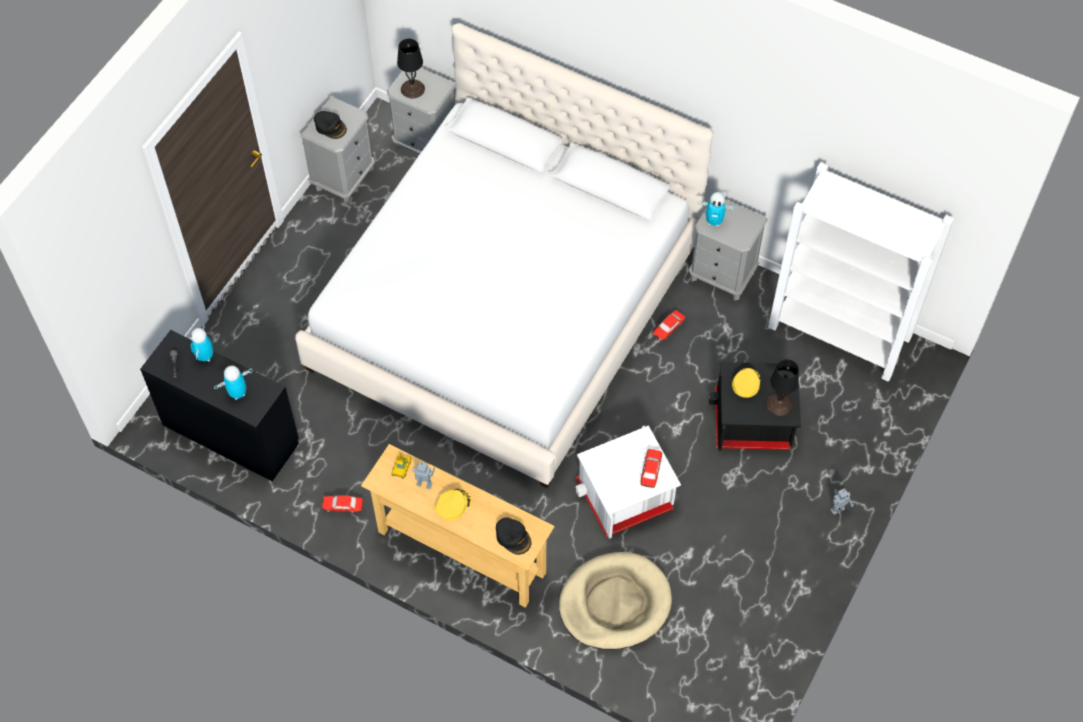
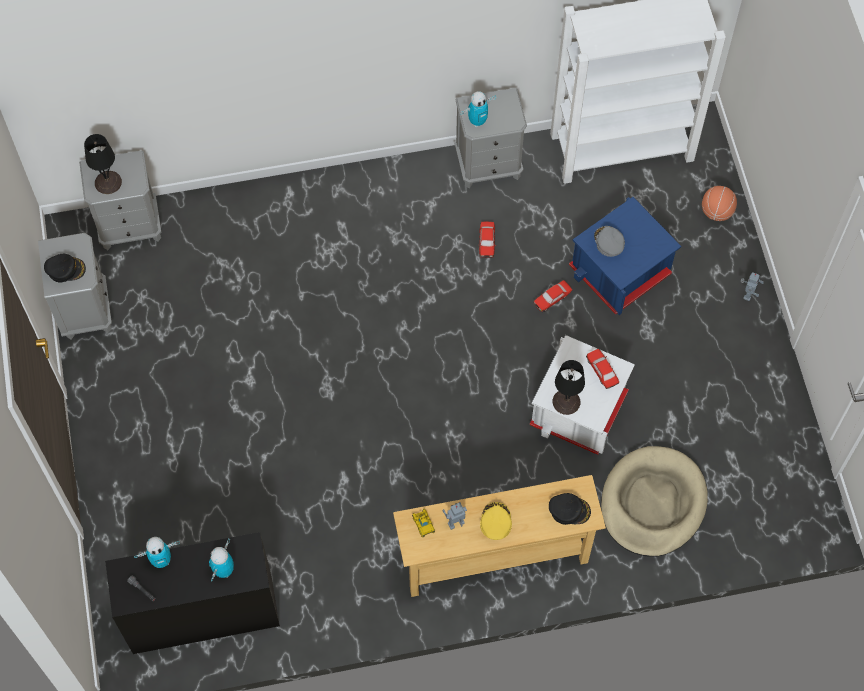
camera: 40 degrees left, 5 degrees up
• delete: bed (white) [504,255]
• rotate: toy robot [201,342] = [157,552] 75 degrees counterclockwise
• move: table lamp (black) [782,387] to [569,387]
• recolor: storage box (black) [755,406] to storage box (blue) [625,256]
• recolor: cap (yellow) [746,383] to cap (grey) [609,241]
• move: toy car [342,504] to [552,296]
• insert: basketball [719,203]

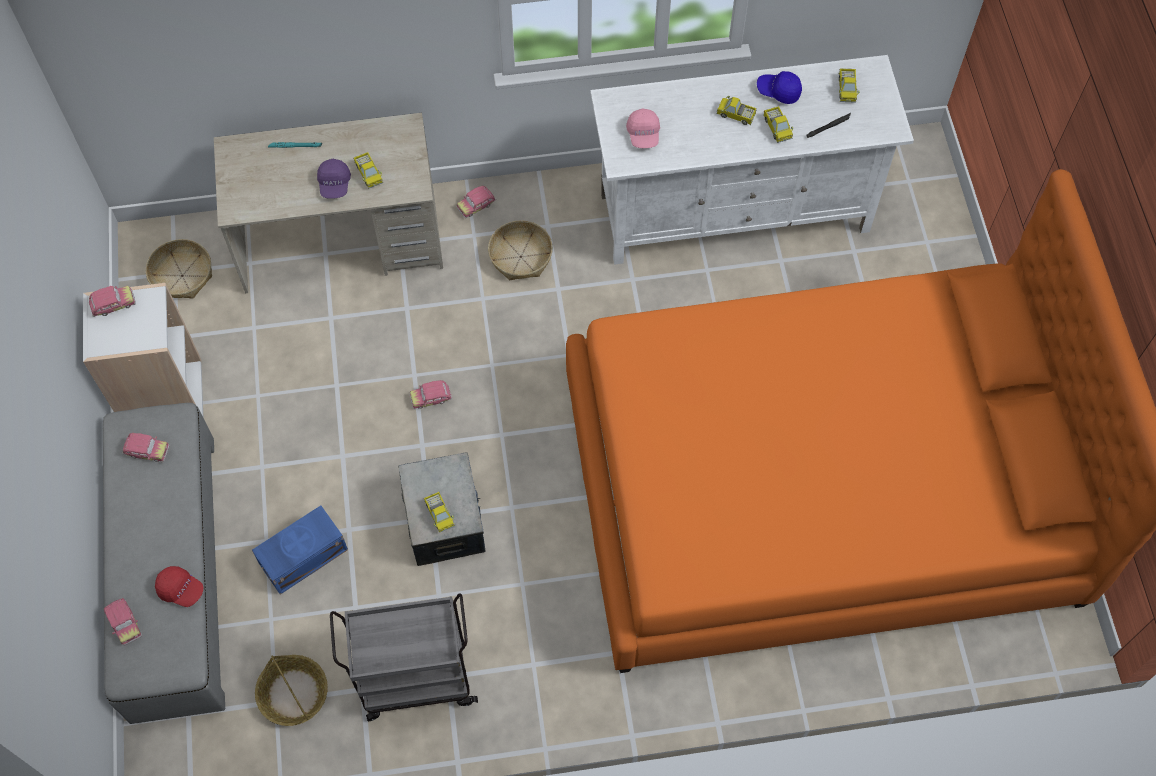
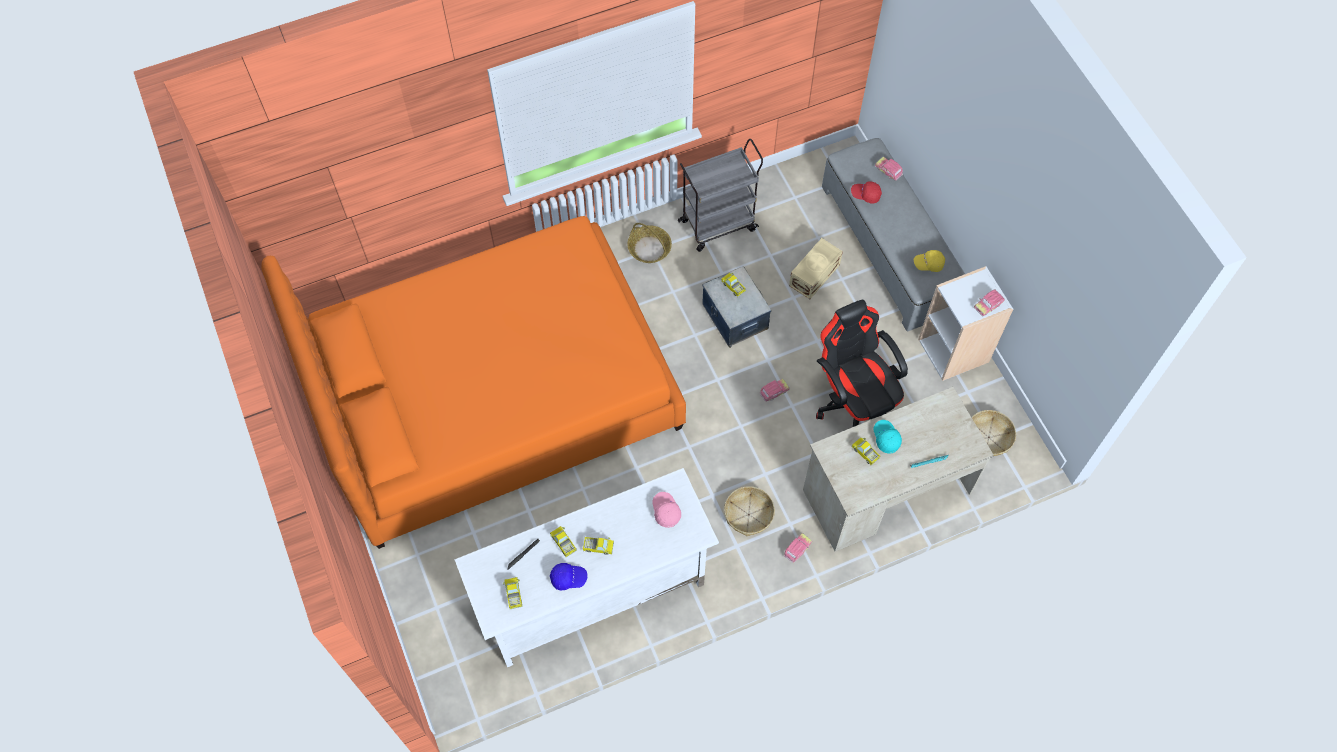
camera: 165 degrees right, 0 degrees up
• recolor: cap (purple) [334,179] to cap (turquoise) [887,437]
• replace: toy car [145,447] to cap (yellow) [929,261]
• recolor: storage box (blue) [300,550] to storage box (beige) [816,268]
• move: basket [291,690] to [649,243]
• insert: office chair (black) [862,363]

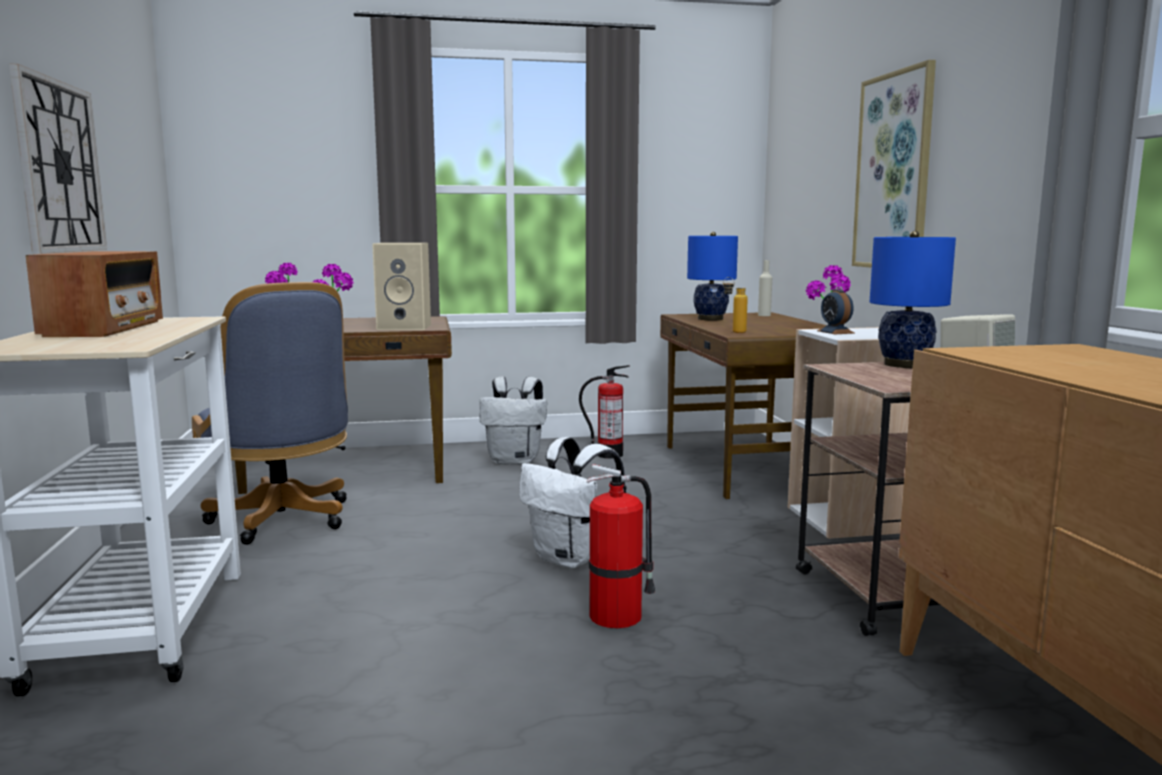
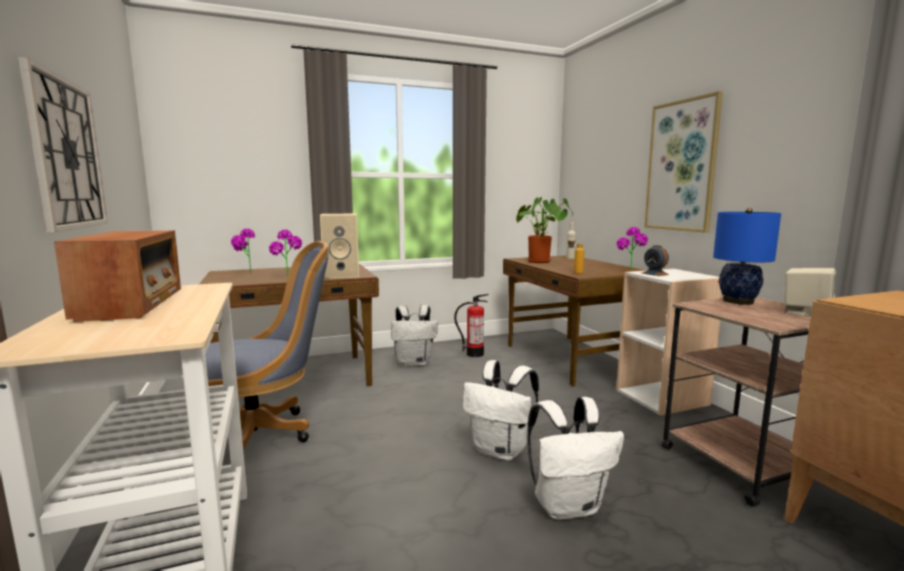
camera: 10 degrees left, 0 degrees up
• replace: table lamp (blue) [712,276] to potted plant [544,230]
• rotate: office chair (blue) [270,413] = [258,347] 75 degrees counterclockwise
• replace: fire extinguisher [620,546] to backpack (white) [576,458]

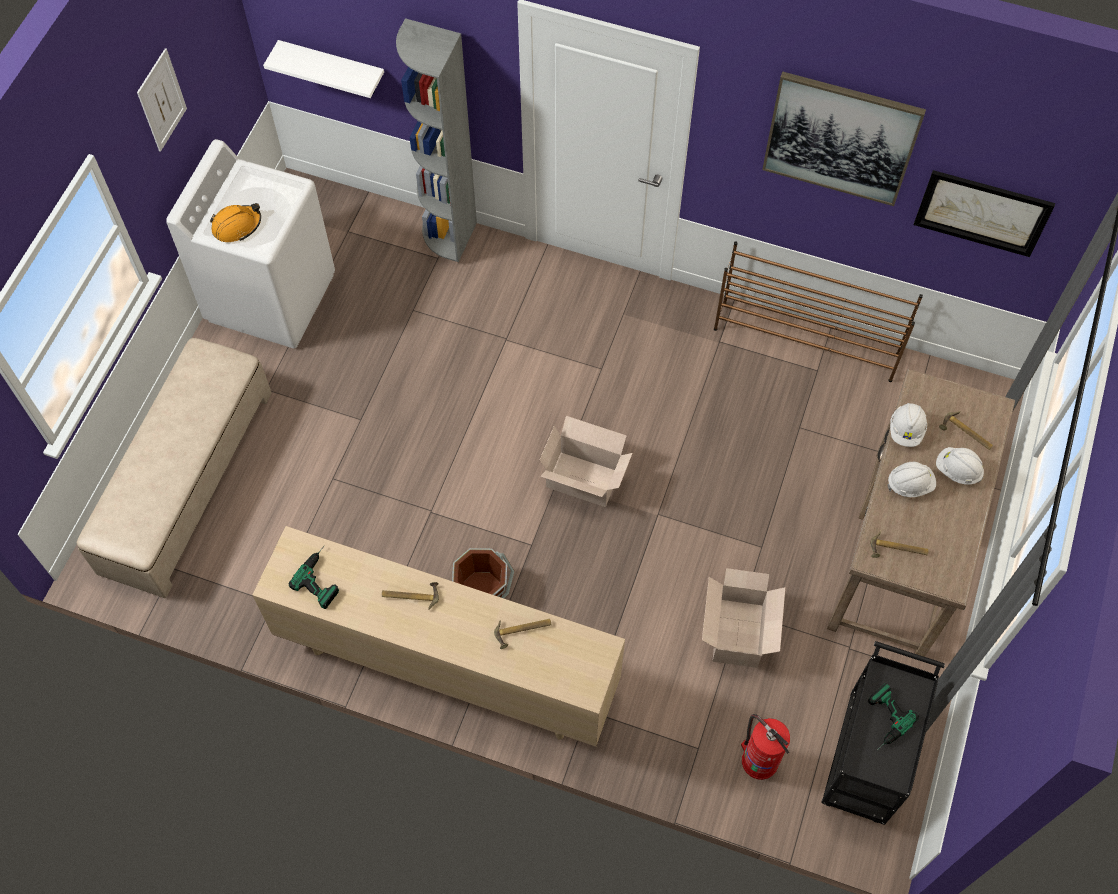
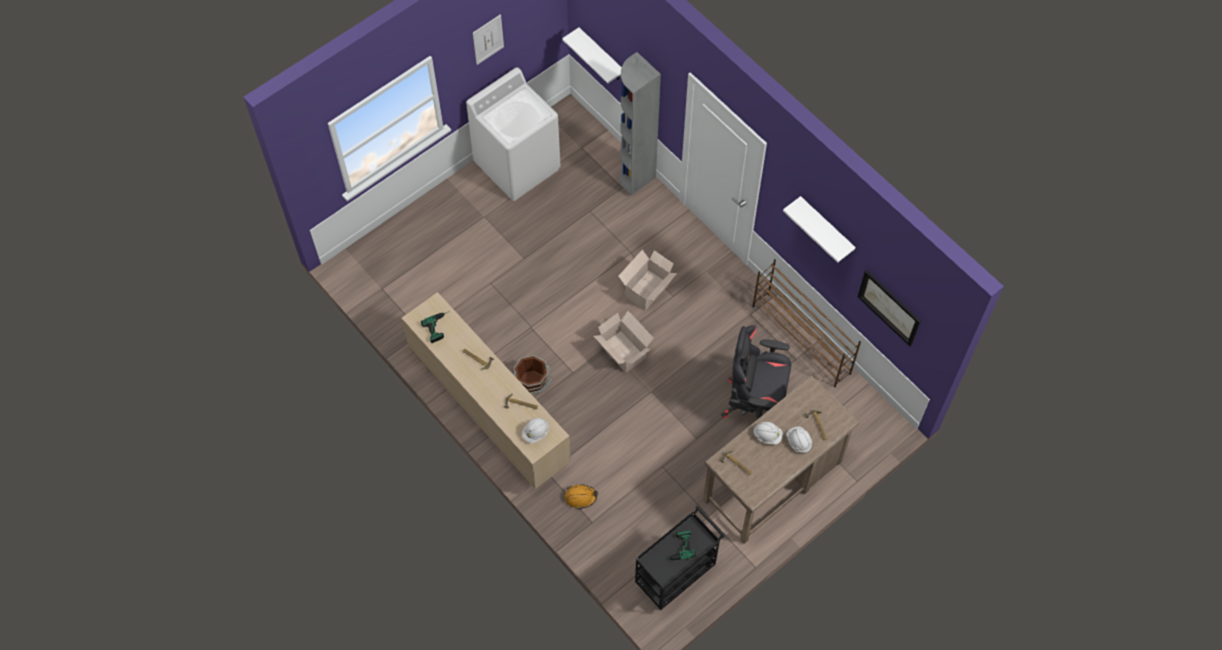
camera: 30 degrees right, 0 degrees up
• replace: picture [844,139] to shelf (white) [819,229]
• move: hard hat (orange) [235,222] to [581,496]
• delete: bench (beige) [174,468]
• move: hard hat (white) [908,425] to [535,430]
• move: cardboard box [743,618] to [647,280]
• delete: fire extinguisher [765,747]
• insert: office chair (black) [756,372]

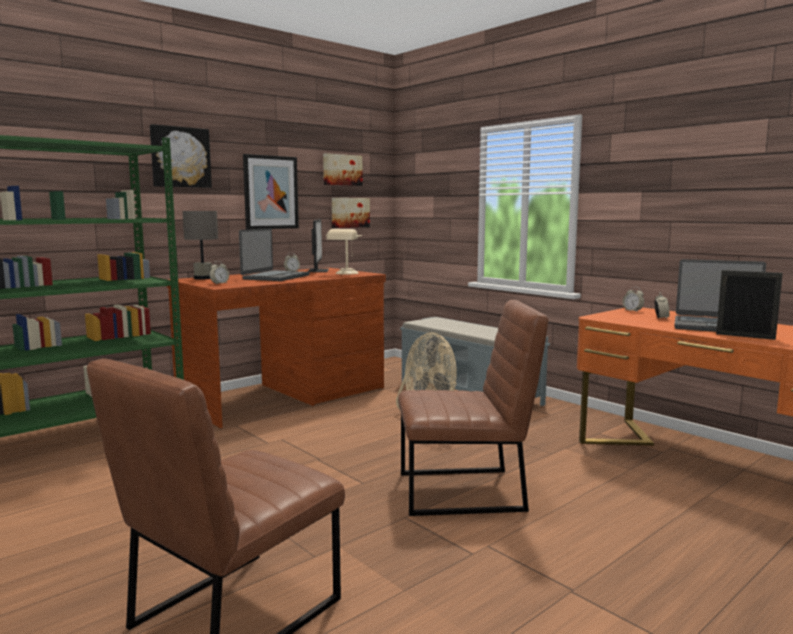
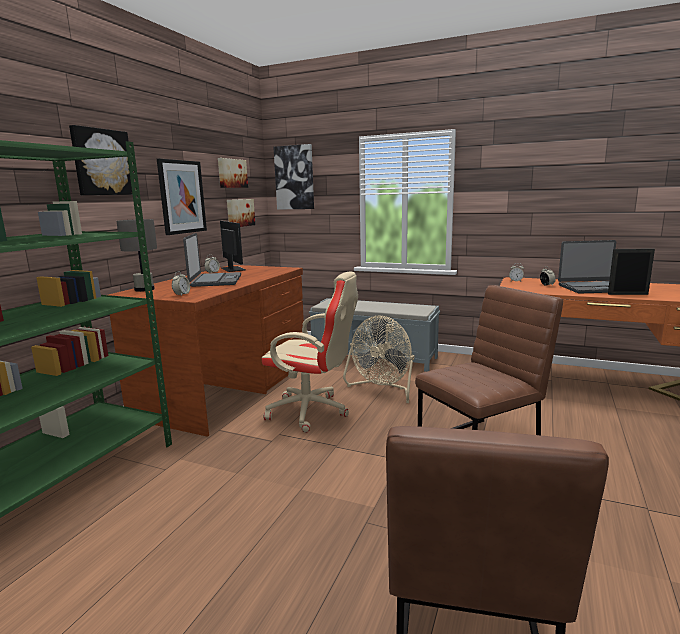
camera: 25 degrees left, 5 degrees up
• delete: table lamp (beige) [344,252]
• insert: picture [293,177]
• insert: office chair (beige) [310,352]

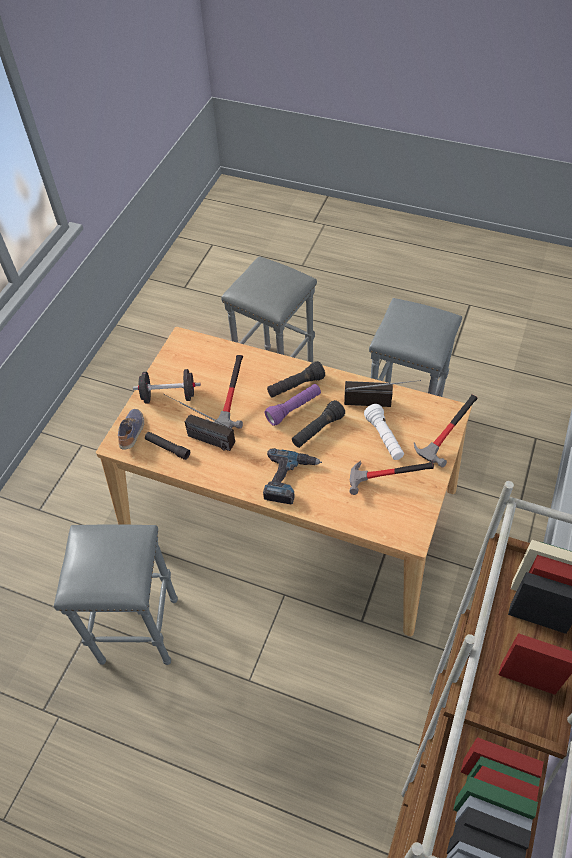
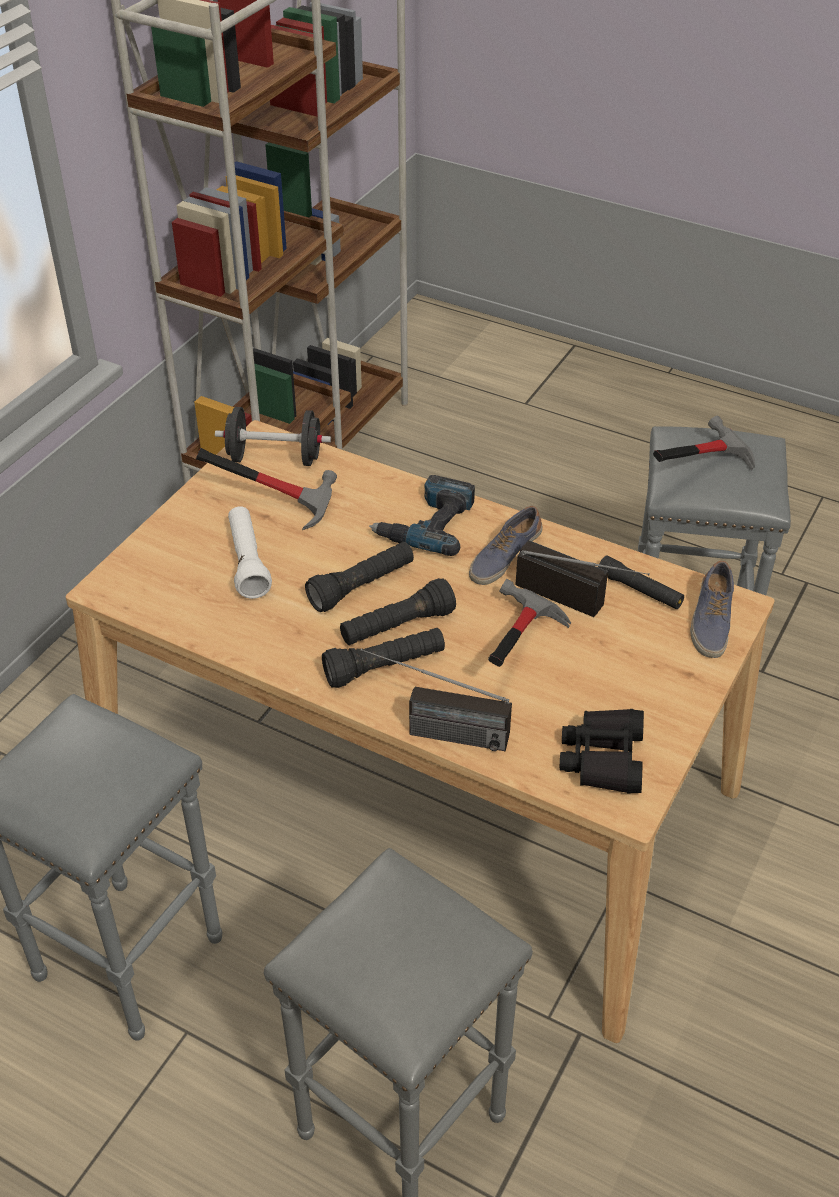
camera: 175 degrees left, 10 degrees down
• move: dumbbell (black) [167,386] to [273,436]
• move: radio [382,393] to [436,700]
• recolor: flashlight (purple) [293,405] to flashlight (black) [398,611]
• move: hammer [446,431] to [704,443]
• insert: shoe [506,545]
• insert: binoculars (black) [602,751]

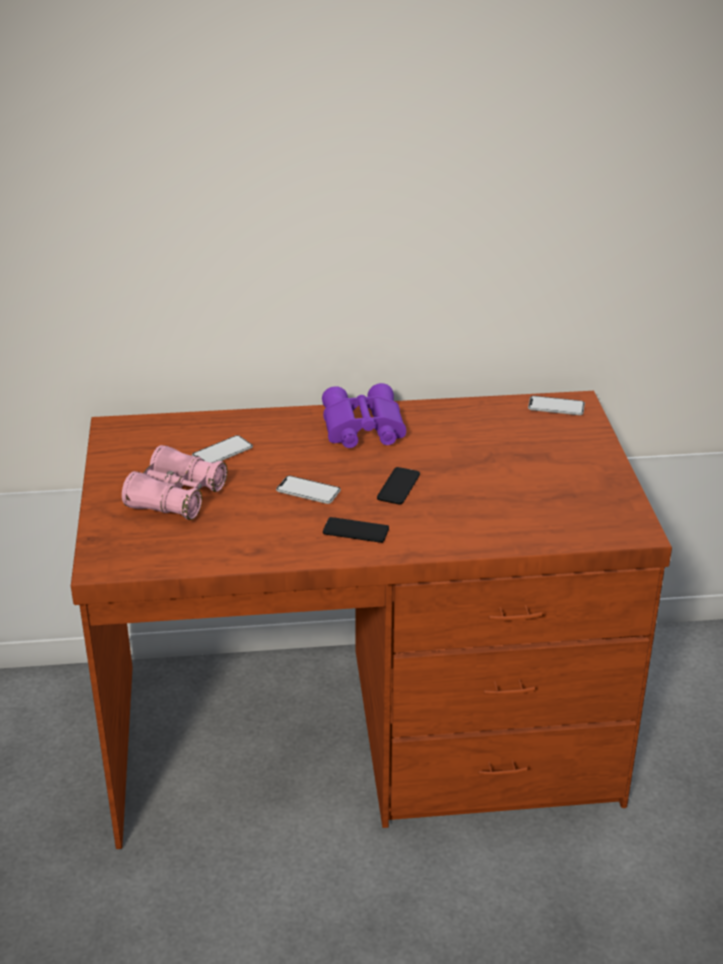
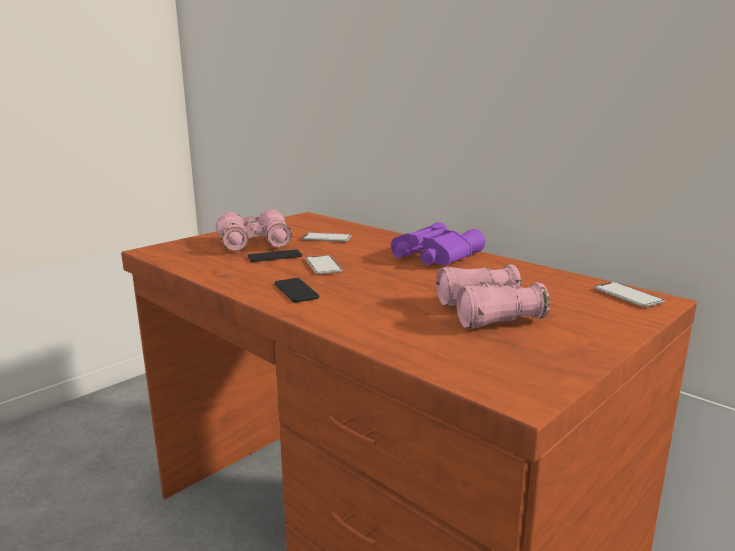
camera: 50 degrees right, 15 degrees down
• move: phone [398,486] to [275,255]
• insert: binoculars (pink) [493,296]

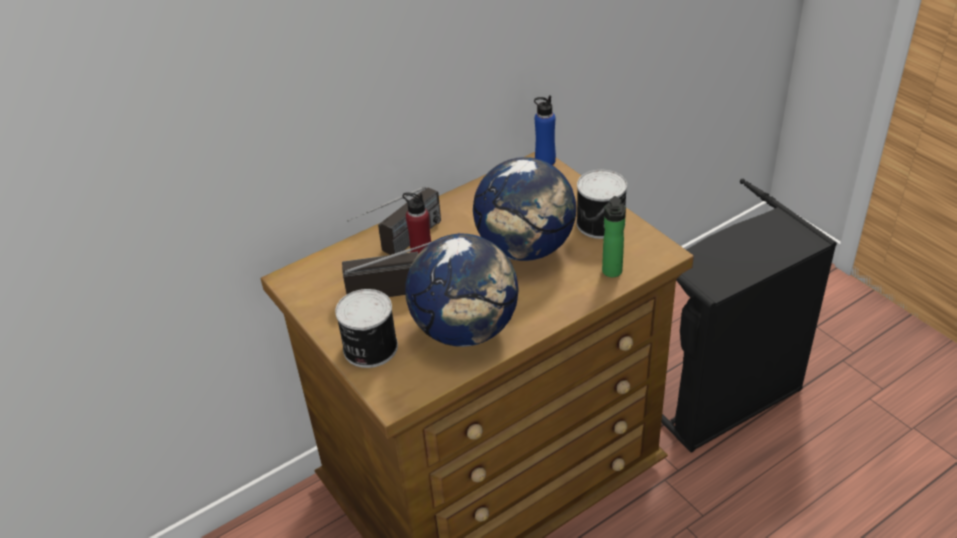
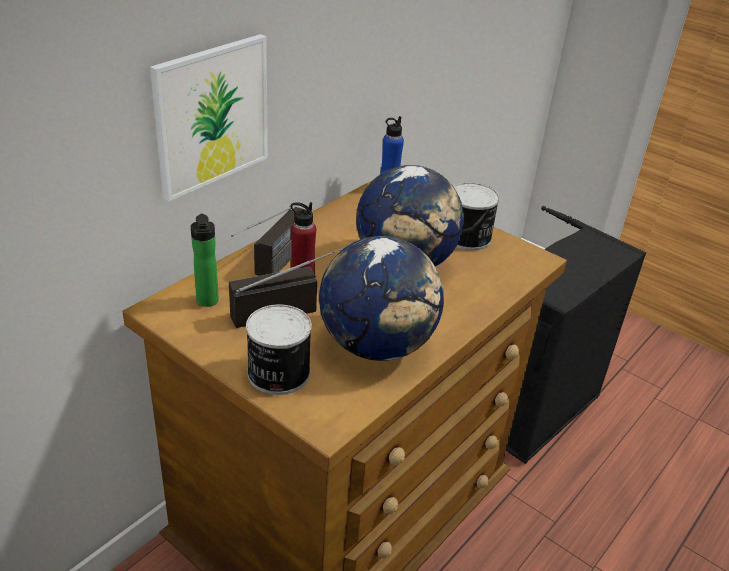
camera: 20 degrees left, 5 degrees down
• move: bottle [614,236] to [205,260]
• insert: picture [209,117]

